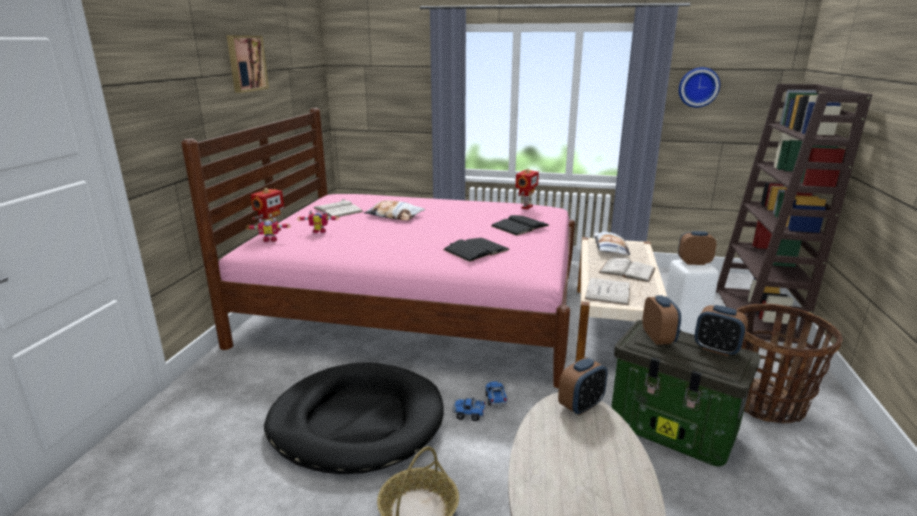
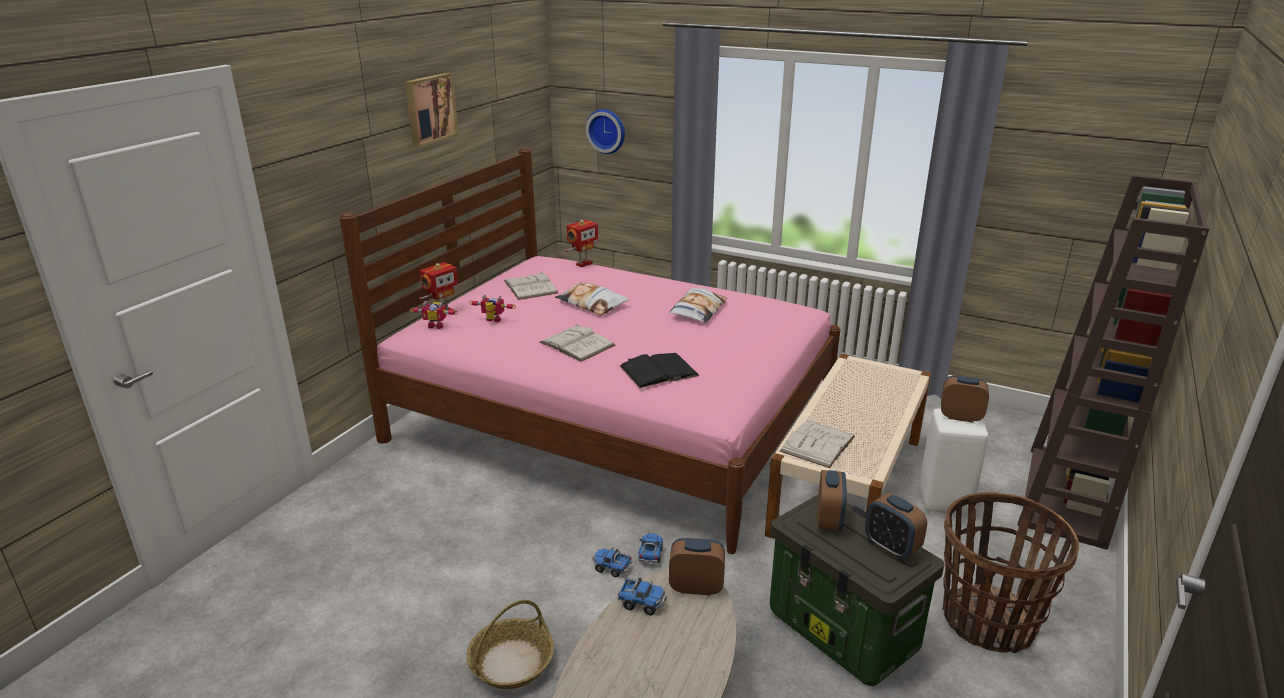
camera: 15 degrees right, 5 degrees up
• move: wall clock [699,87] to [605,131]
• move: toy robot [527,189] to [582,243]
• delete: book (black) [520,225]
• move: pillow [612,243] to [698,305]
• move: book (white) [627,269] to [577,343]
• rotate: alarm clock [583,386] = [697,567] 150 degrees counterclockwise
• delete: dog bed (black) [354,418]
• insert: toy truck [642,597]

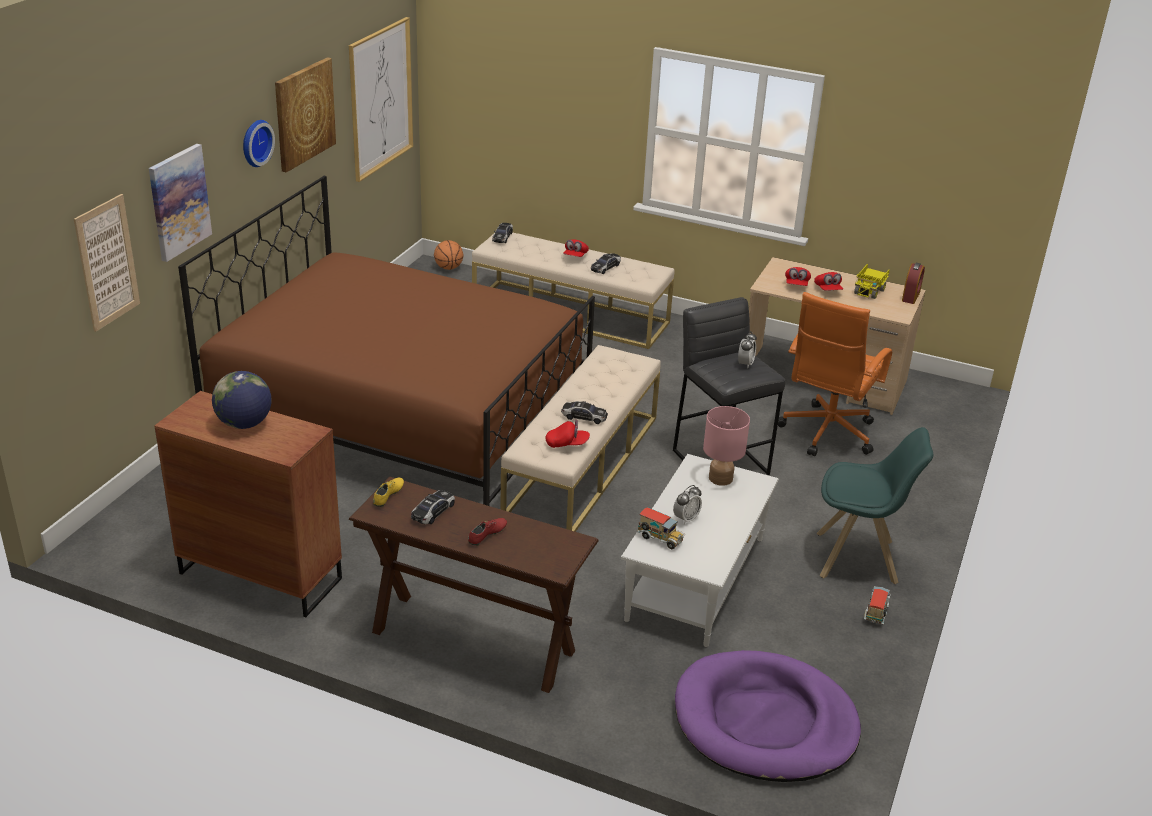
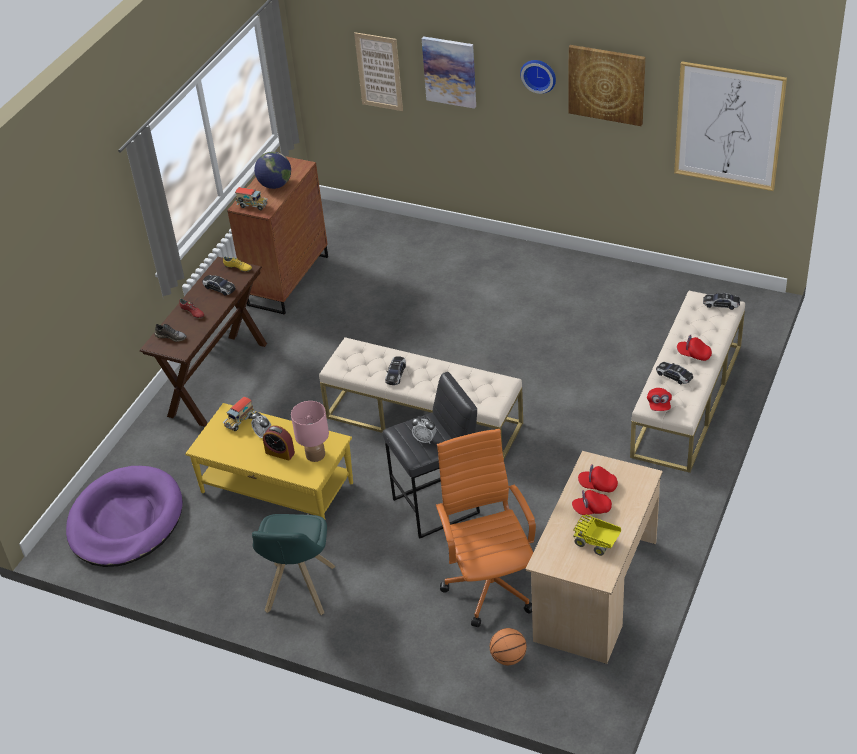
camera: 95 degrees right, 10 degrees up
• delete: bed (brown) [386,341]
• move: basketball [449,255] to [508,646]
• move: alarm clock [913,283] to [279,443]
• rotate: office chair (orange) [835,374] = [486,528] 45 degrees clockwise
• move: cap (red) [568,433] to [659,399]
• recolor: coffee table (white) [700,551] to coffee table (yellow) [269,461]
• move: toy truck [877,605] to [251,198]
• insert: shoe (grey) [171,333]

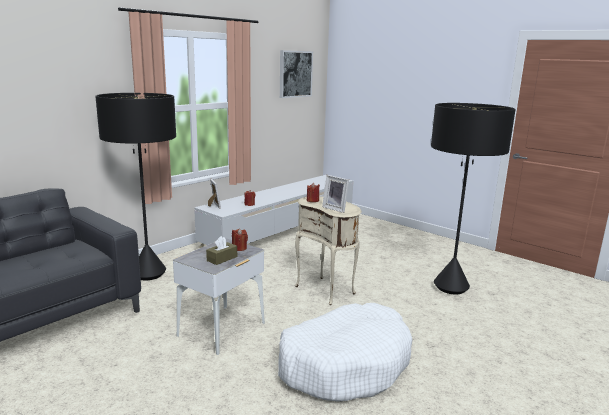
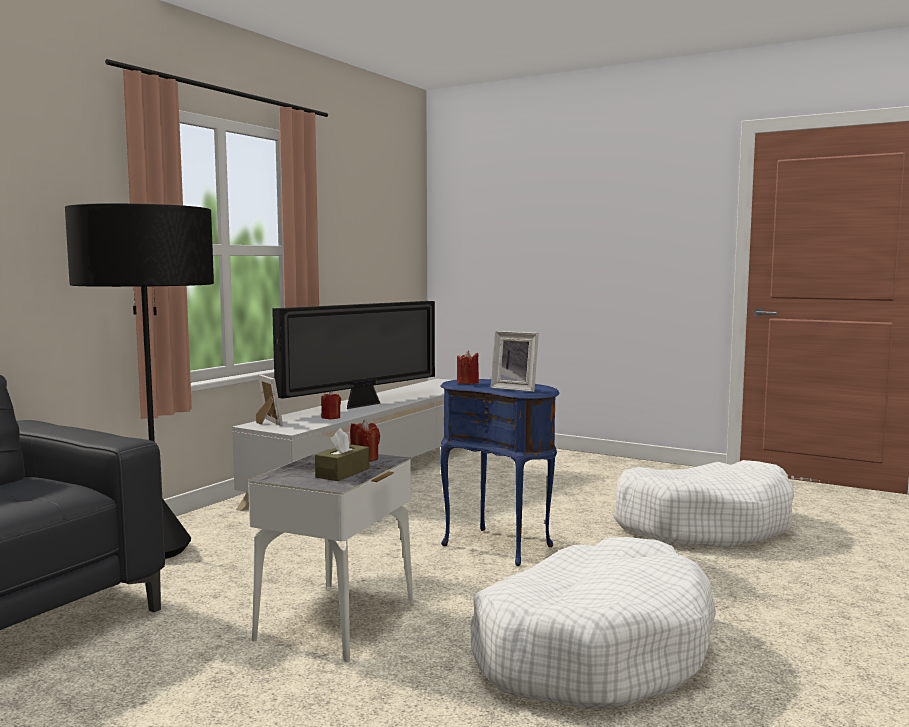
camera: 10 degrees left, 10 degrees down
• delete: picture [296,74]
• replace: floor lamp (black) [473,198] to dog bed (white) [703,504]
• recolor: side table (beige) [328,250] to side table (blue) [499,472]
• insert: television [353,355]

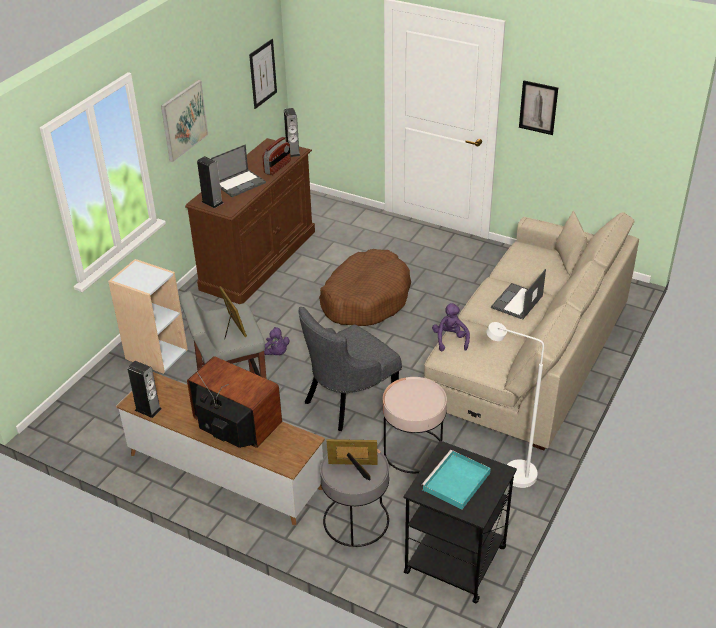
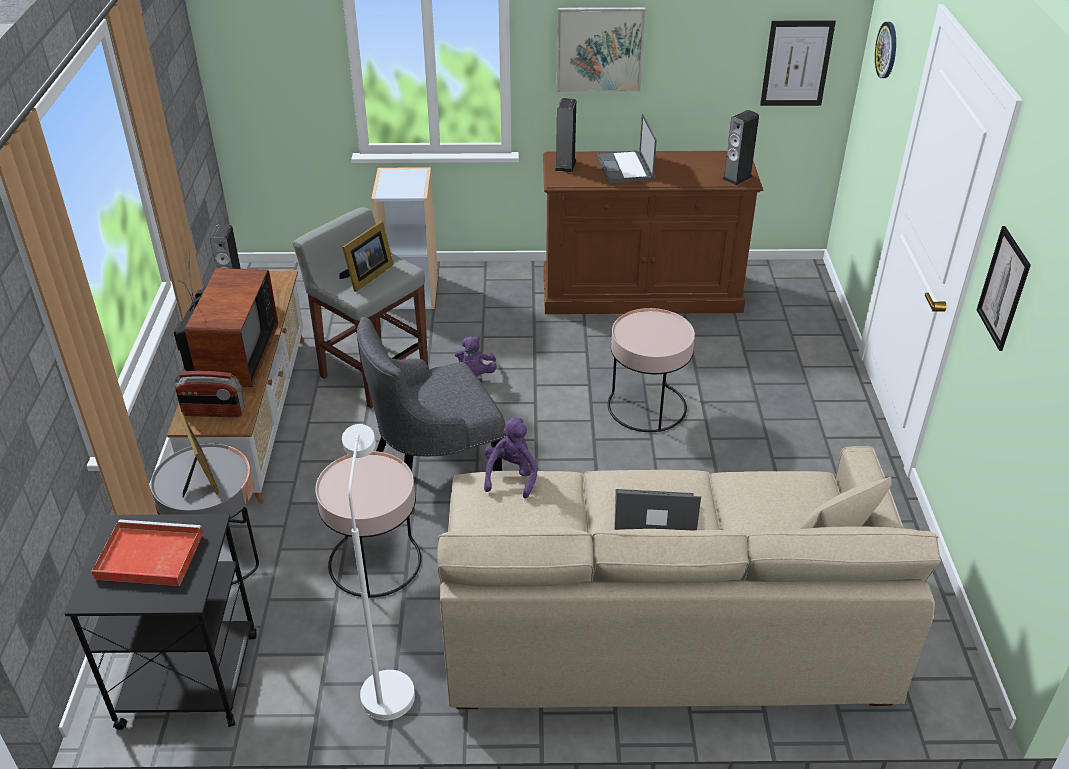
camera: 60 degrees right, 0 degrees up
• move: radio [277,156] to [209,394]
• rotate: laptop [238,170] = [627,148] 60 degrees clockwise
• replace: dog bed (brown) [365,287] to side table (pink) [651,370]
• rotate: plush toy (purple) [451,327] = [511,458] 45 degrees counterclockwise
• rotate: armchair (grey) [350,369] = [431,394] 45 degrees counterclockwise
• recolor: tray (turquoise) [456,480] to tray (red) [147,553]
• insert: wall clock [885,50]

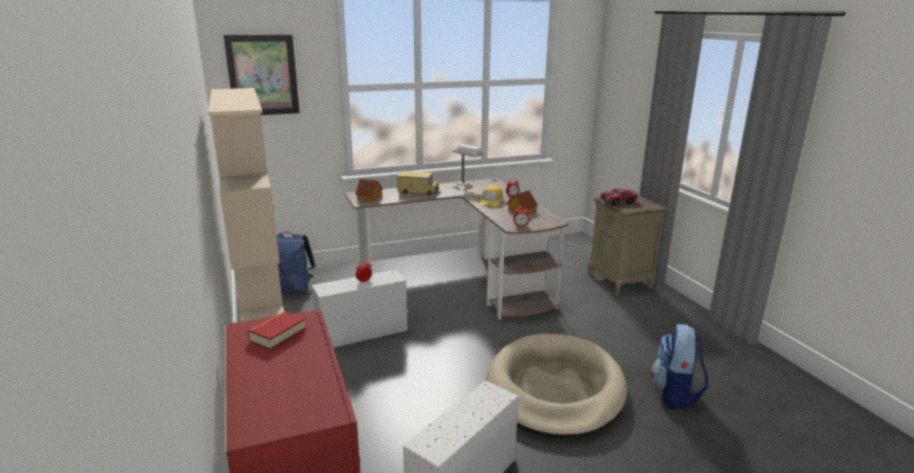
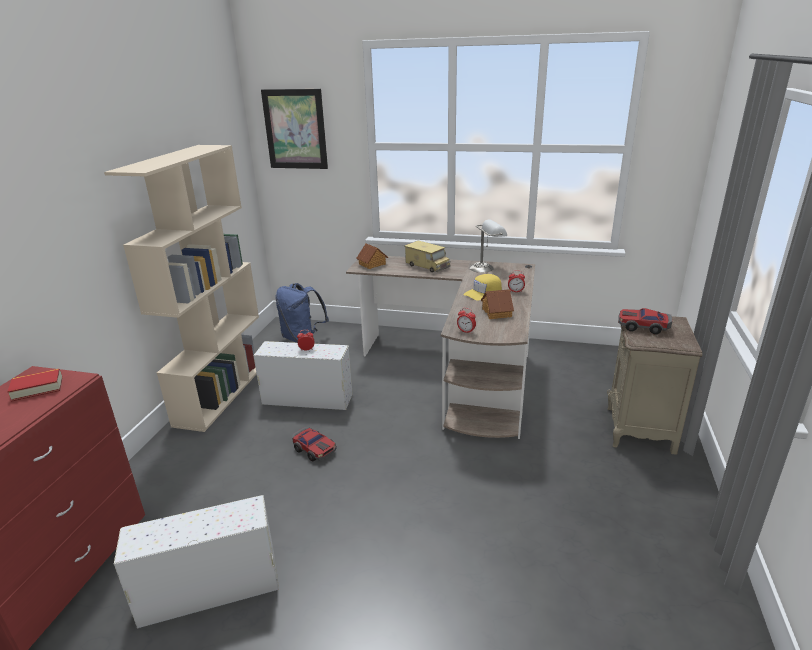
camera: 35 degrees right, 5 degrees up
• delete: backpack [679,366]
• delete: dog bed (beige) [557,386]
• insert: toy car [314,444]

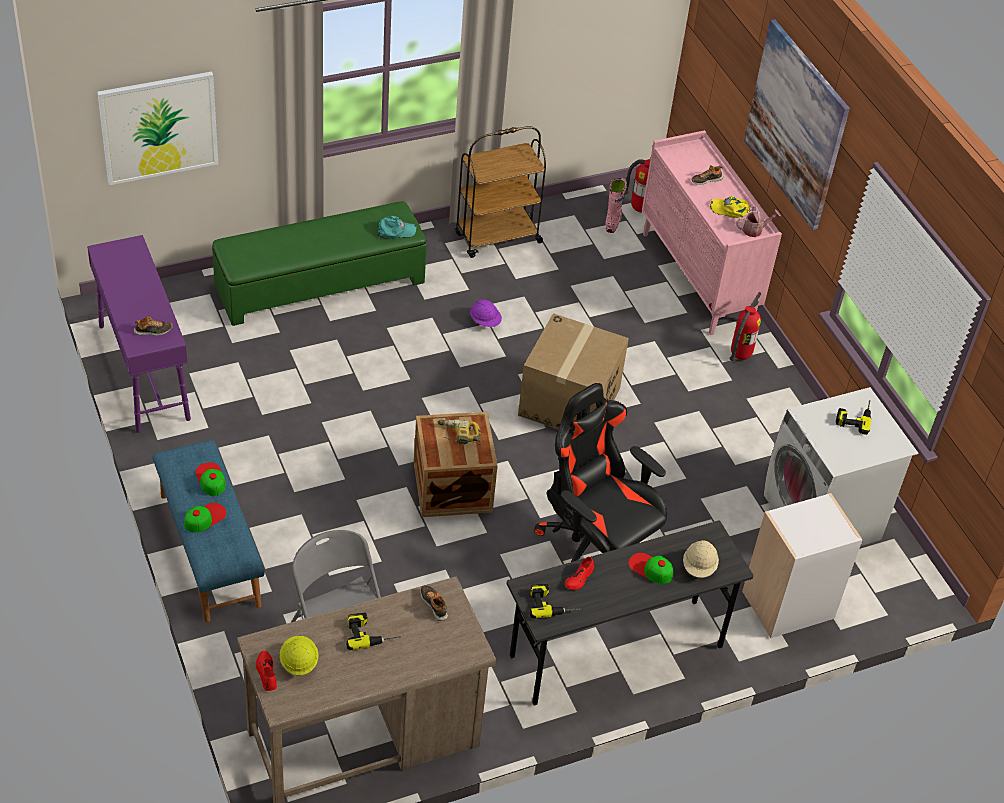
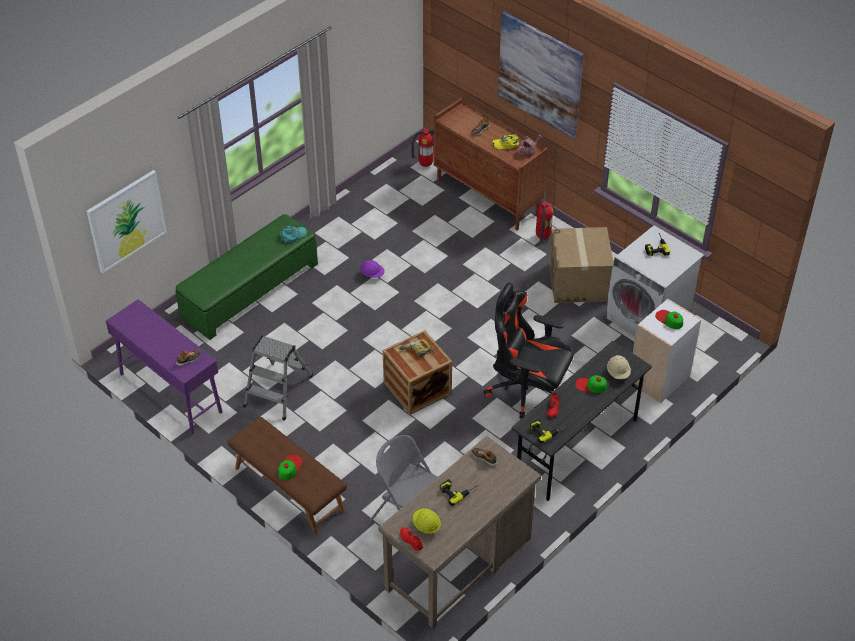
camera: 20 degrees left, 0 degrees up
• delete: cart (brown) [500,192]
• recolor: cabinet (pink) [712,232] to cabinet (brown) [491,164]
• delete: boot (pink) [616,205]
• move: cardboard box [573,371] to [581,265]
• recolor: bench (blue) [208,531] to bench (brown) [287,476]
• move: cap [210,479] to [669,319]
• insert: step ladder (grey) [278,378]

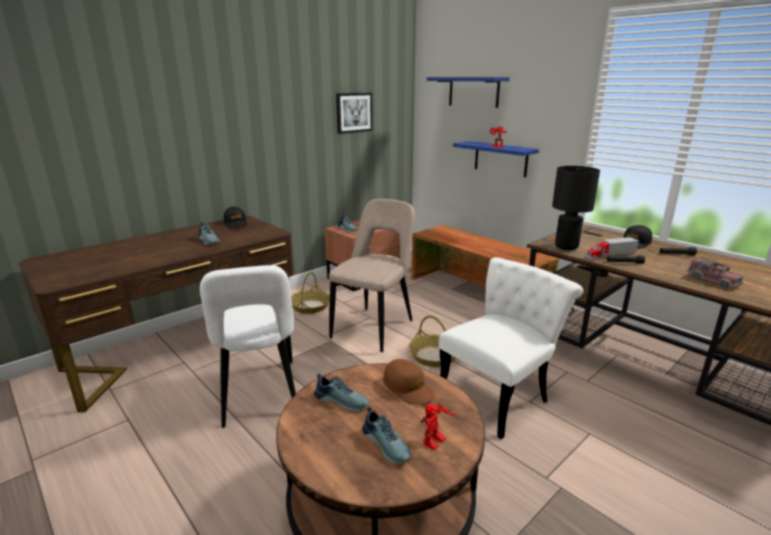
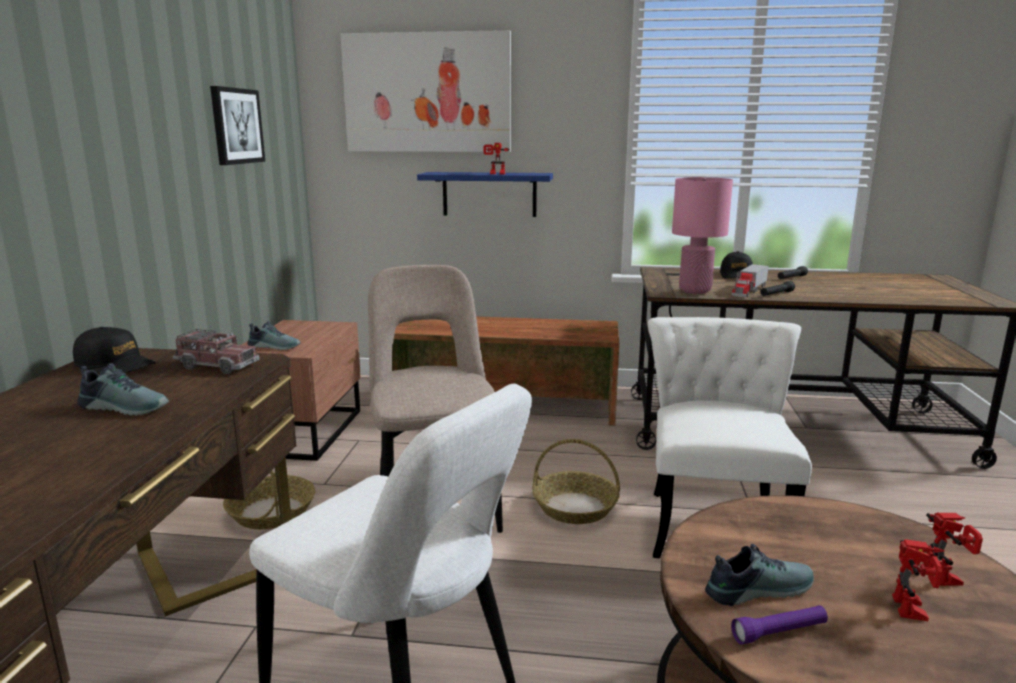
camera: 40 degrees left, 5 degrees down
• replace: shelf (blue) [468,92] to picture [425,91]
• recolor: table lamp (black) [576,208] to table lamp (pink) [702,235]
• move: toy truck [714,273] to [216,351]
• delete: cap (brown) [409,382]
• replace: shoe [386,435] to toy robot [918,580]
• insert: flashlight (purple) [779,625]

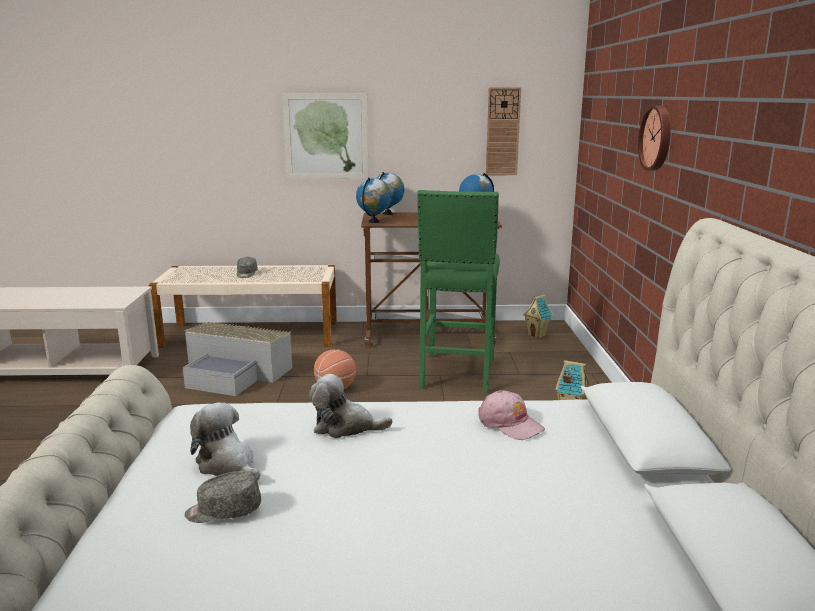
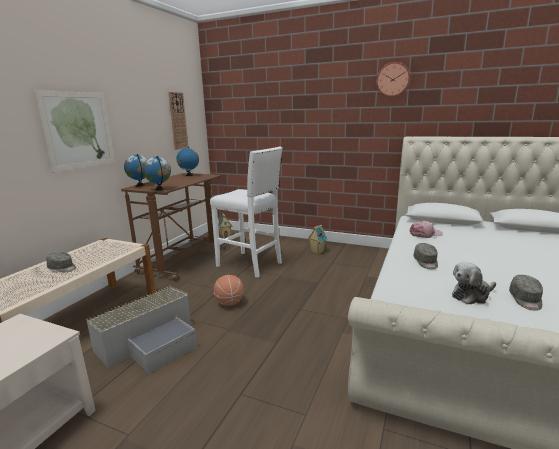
camera: 65 degrees left, 0 degrees up
• move: wall clock [654,138] to [393,79]
• recolor: stool (green) [458,291] to stool (white) [246,212]
• replace: plush toy [350,406] to cap (grey) [426,256]

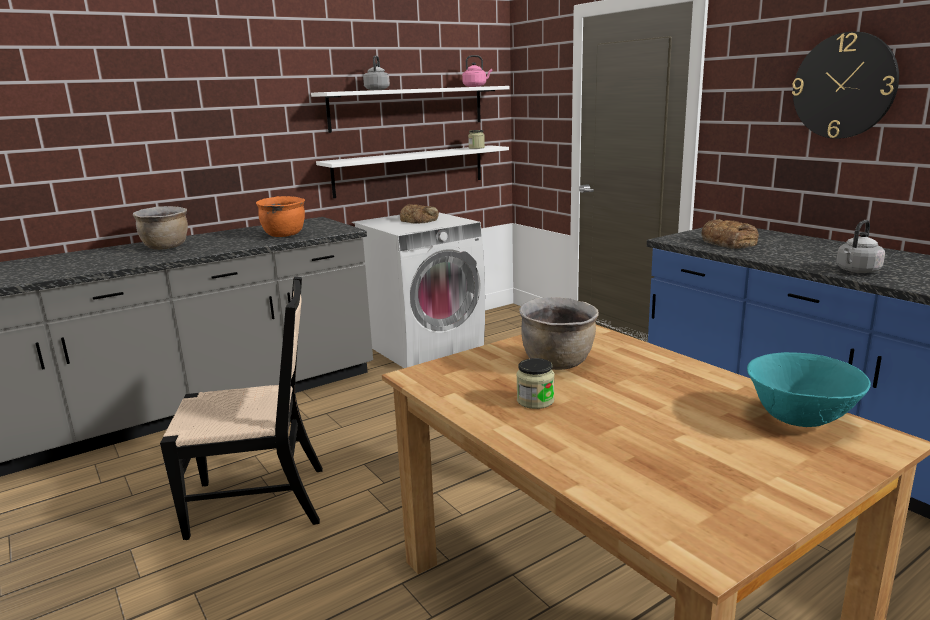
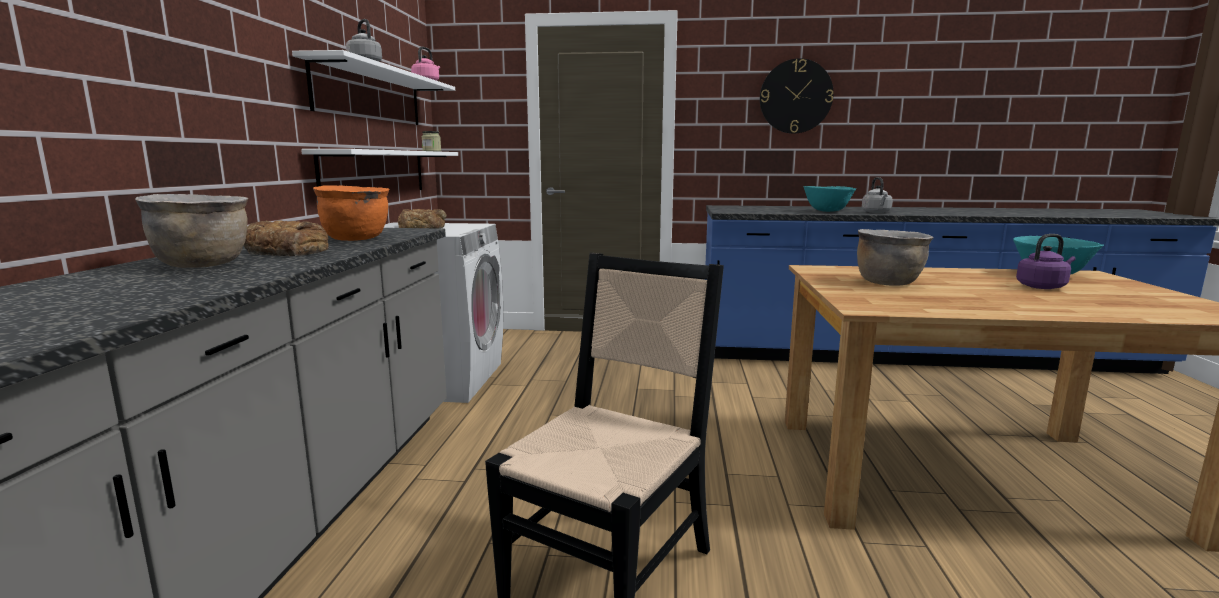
camera: 50 degrees left, 5 degrees down
• move: bread [730,234] to [286,238]
• delete: jar [535,383]
• insert: bowl (turquoise) [829,199]
• insert: kettle (purple) [1046,261]

